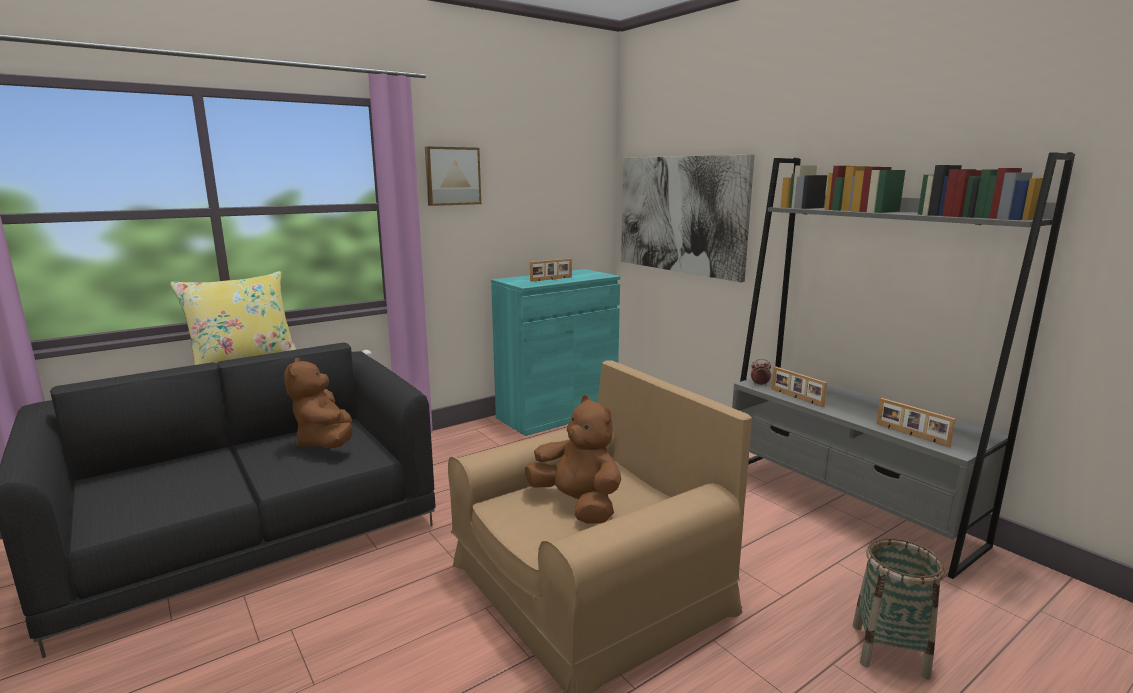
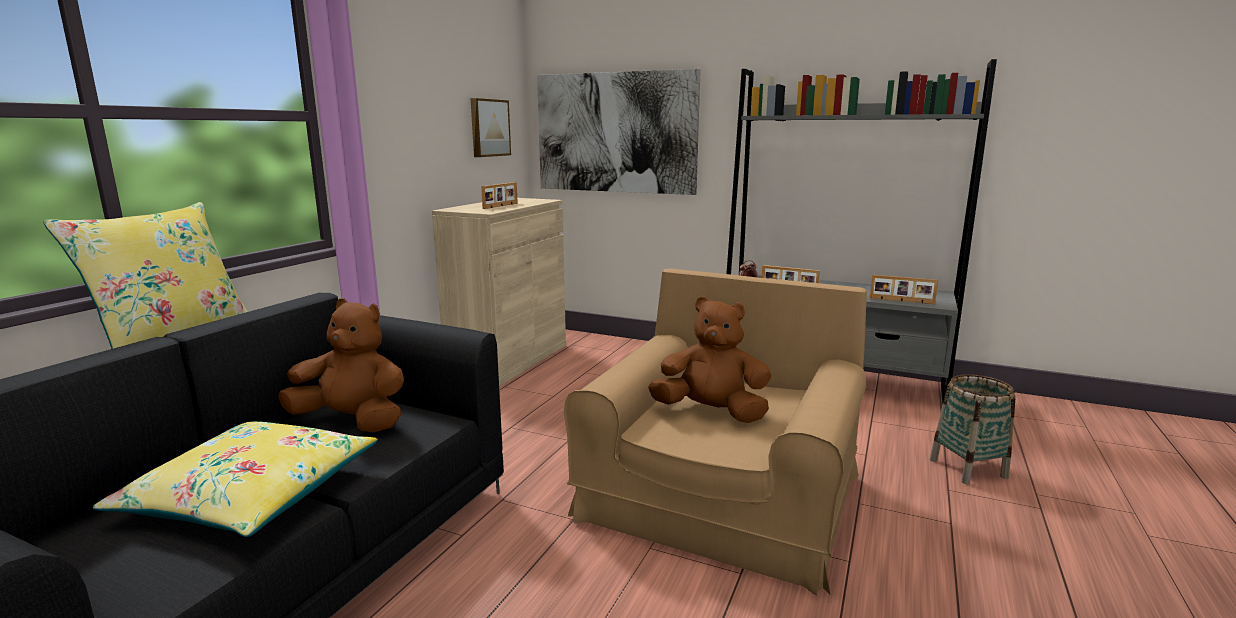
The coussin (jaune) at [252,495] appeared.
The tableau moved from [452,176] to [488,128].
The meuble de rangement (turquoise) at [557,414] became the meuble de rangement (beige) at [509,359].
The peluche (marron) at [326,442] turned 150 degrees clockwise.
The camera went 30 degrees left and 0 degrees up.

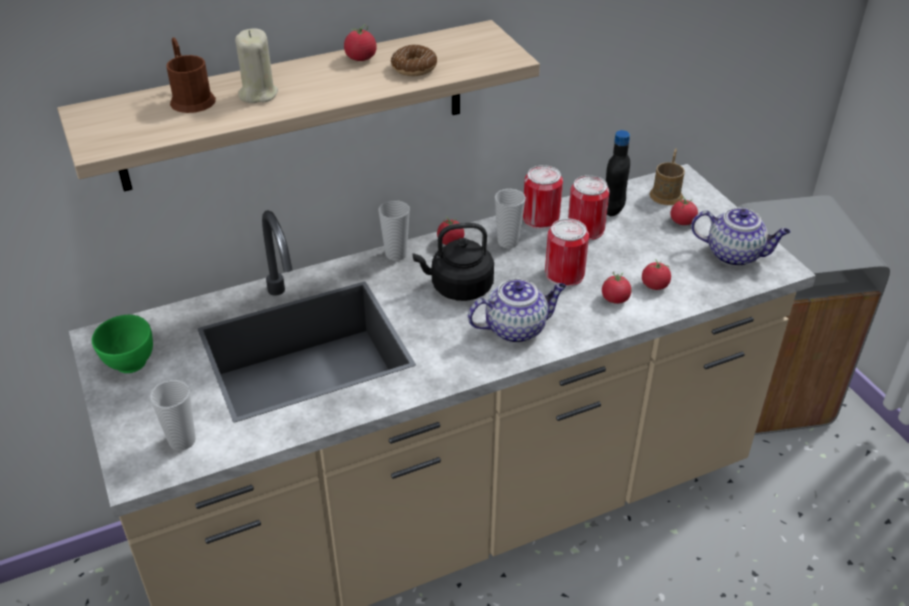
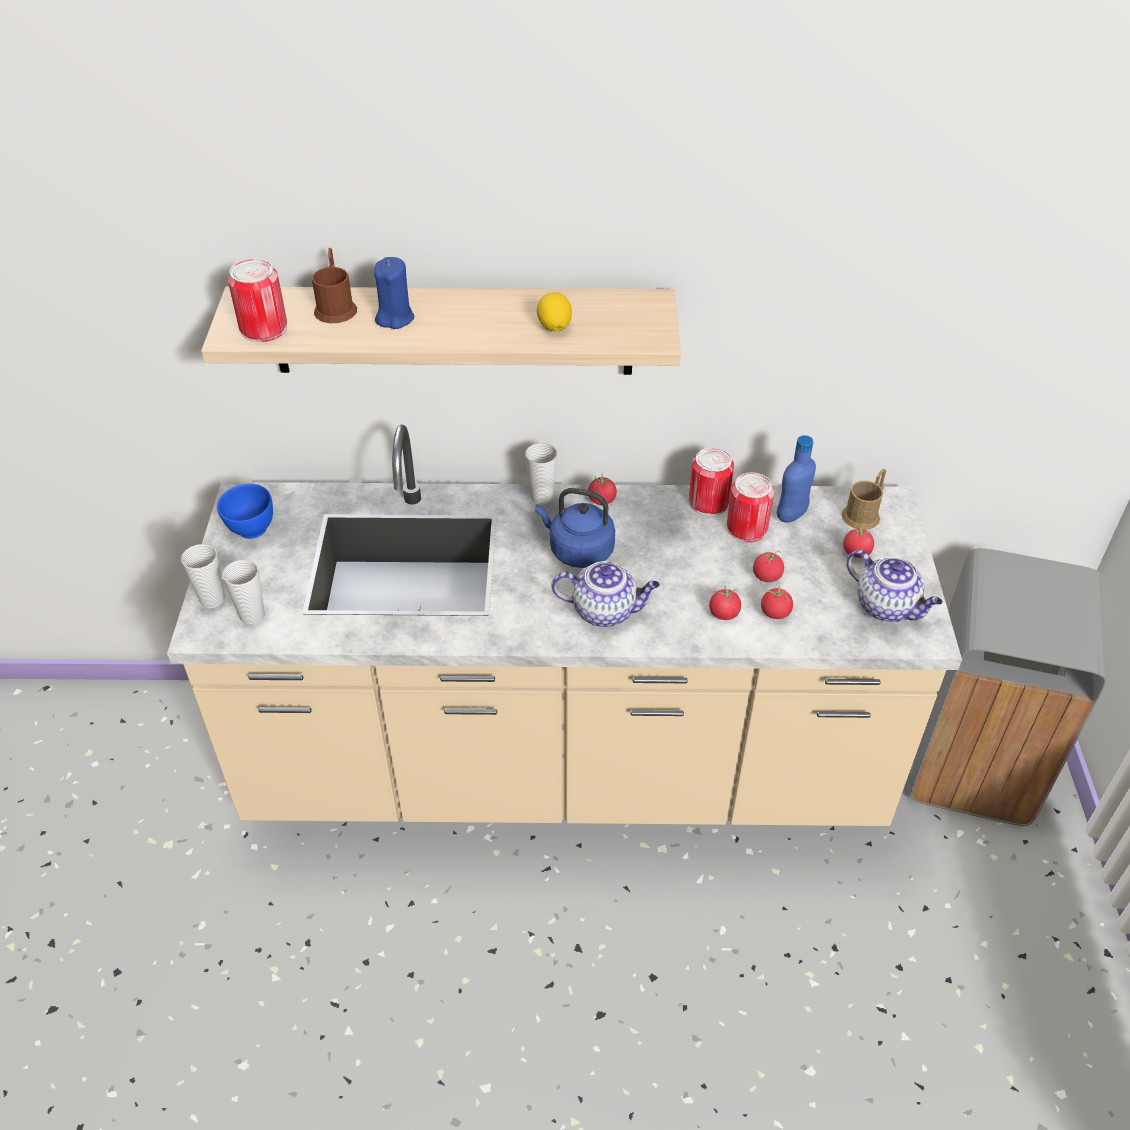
The tomate moved from [361,58] to [767,576].
The tasse moved from [508,242] to [212,600].
The boîte métallique moved from [564,274] to [263,328].
The beignet at [414,68] was replaced by the citron at [554,327].
The bol (vert) at [130,364] became the bol (bleu) at [251,530].
The bougie (beige) at [258,94] became the bougie (bleu) at [395,318].
The bouilloire (noir) at [458,288] became the bouilloire (bleu) at [578,550].
The bouteille (noir) at [613,209] became the bouteille (bleu) at [791,515].
The camera went 25 degrees right and 5 degrees up.

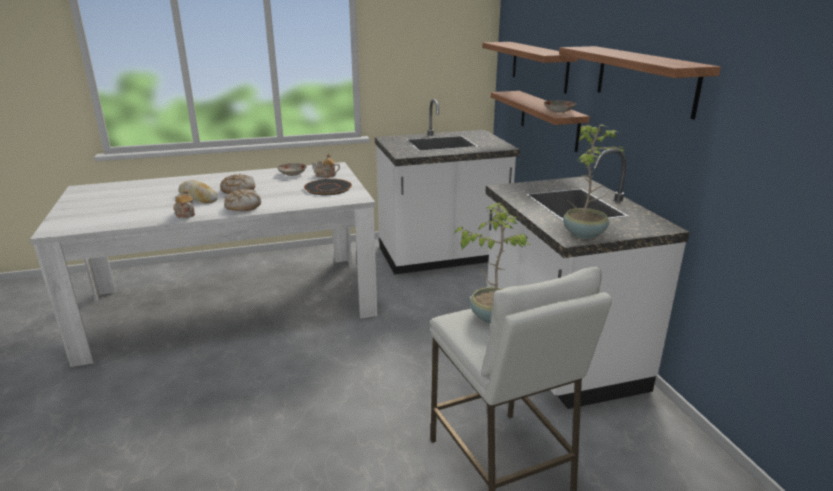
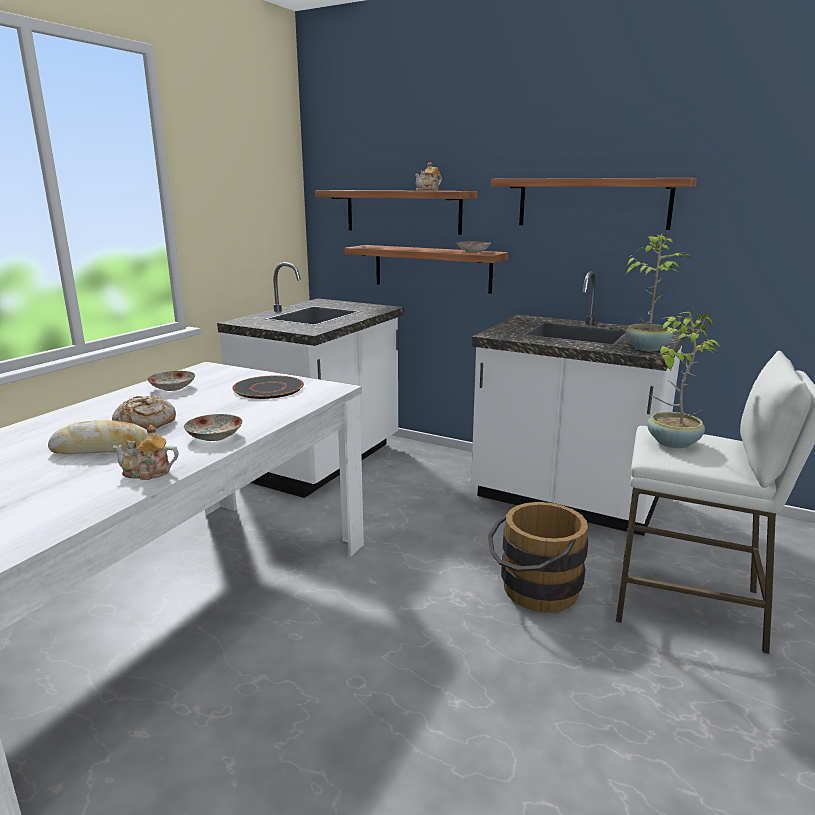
The seau (marron) at [533,590] appeared.
The théière moved from [326,175] to [428,190].
The pain at [243,206] was replaced by the assiette at [213,437].
The camera went 45 degrees left and 5 degrees down.

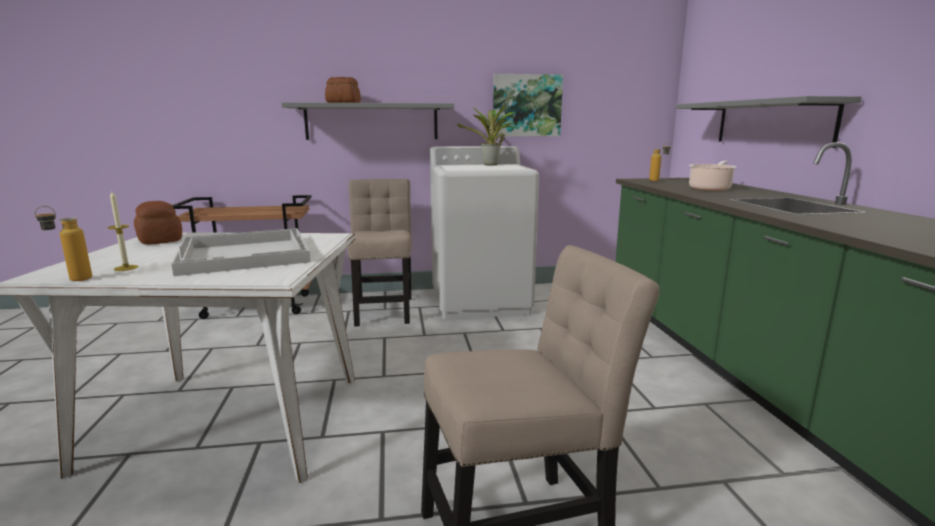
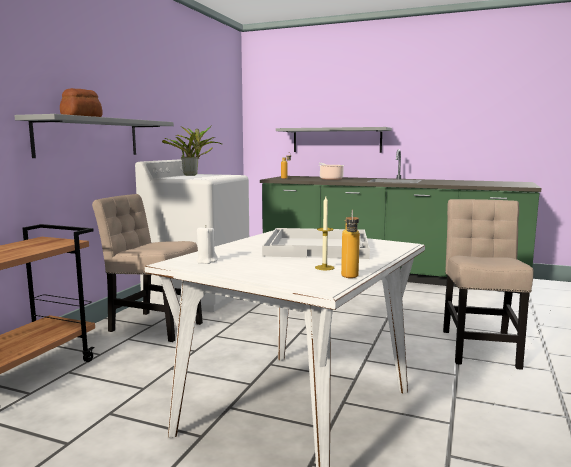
The tableau at [526,105] disappeared.
The pain at [161,239] was replaced by the bougie (blanc) at [206,261].
The camera went 60 degrees left and 5 degrees down.

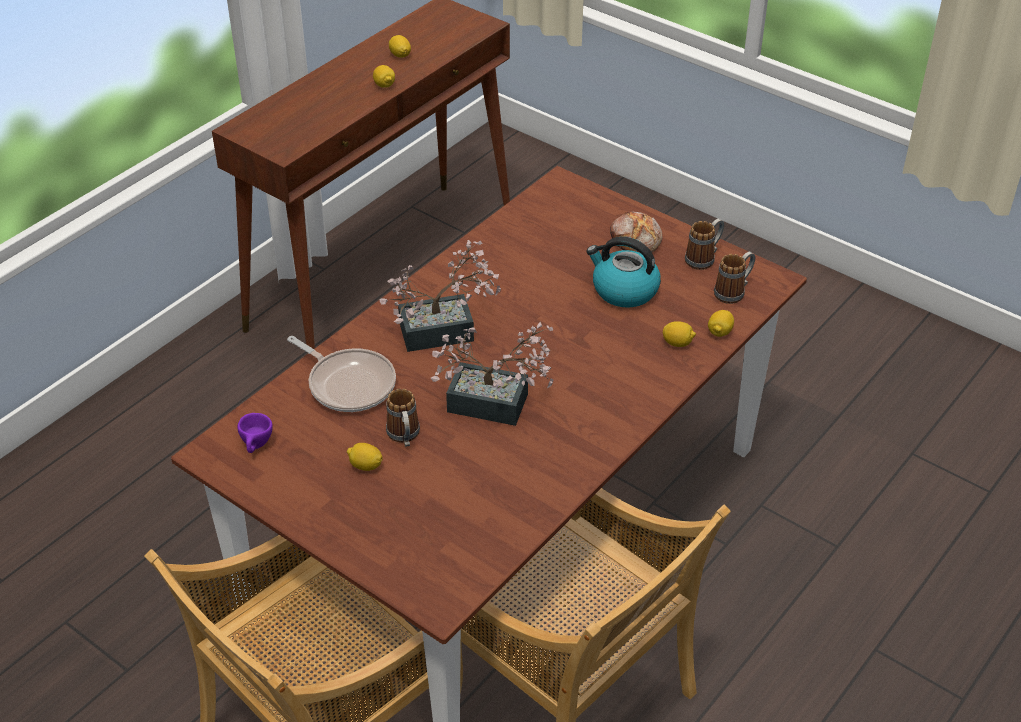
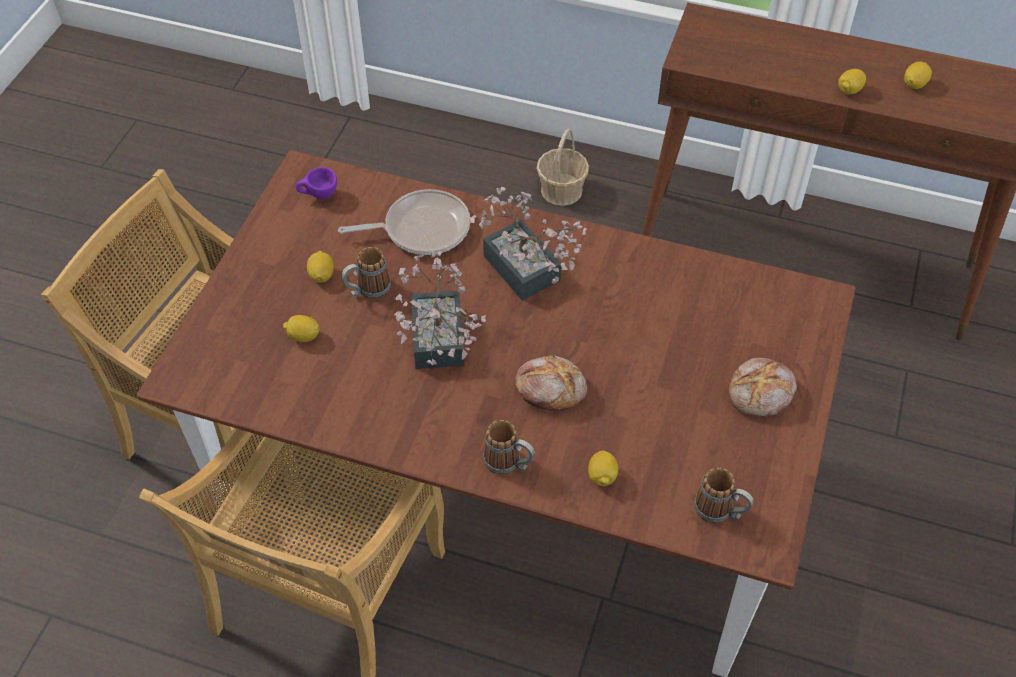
The bouilloire at [624,290] disappeared.
The pain at [550,388] appeared.
The panier at [562,190] appeared.
The mug moved from [704,258] to [509,463].
The citron moved from [719,332] to [303,336].
The poêle at [348,383] turned 120 degrees counterclockwise.
The camera went 70 degrees right and 10 degrees up.

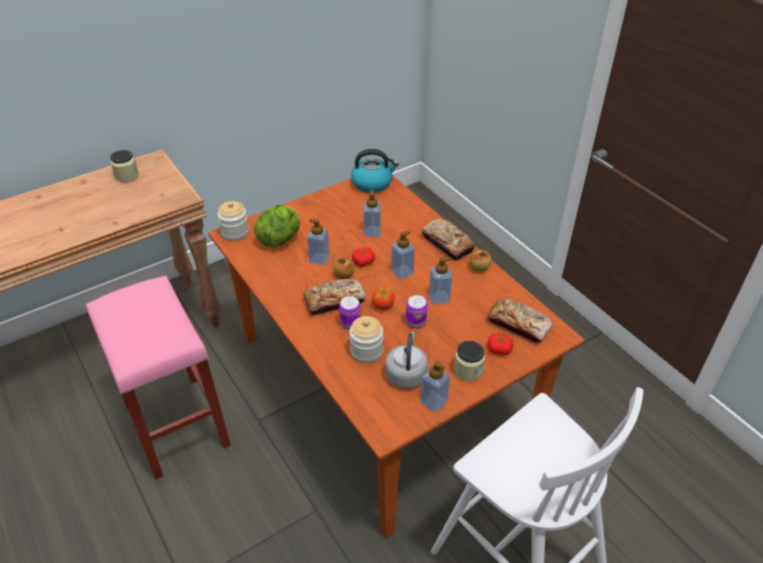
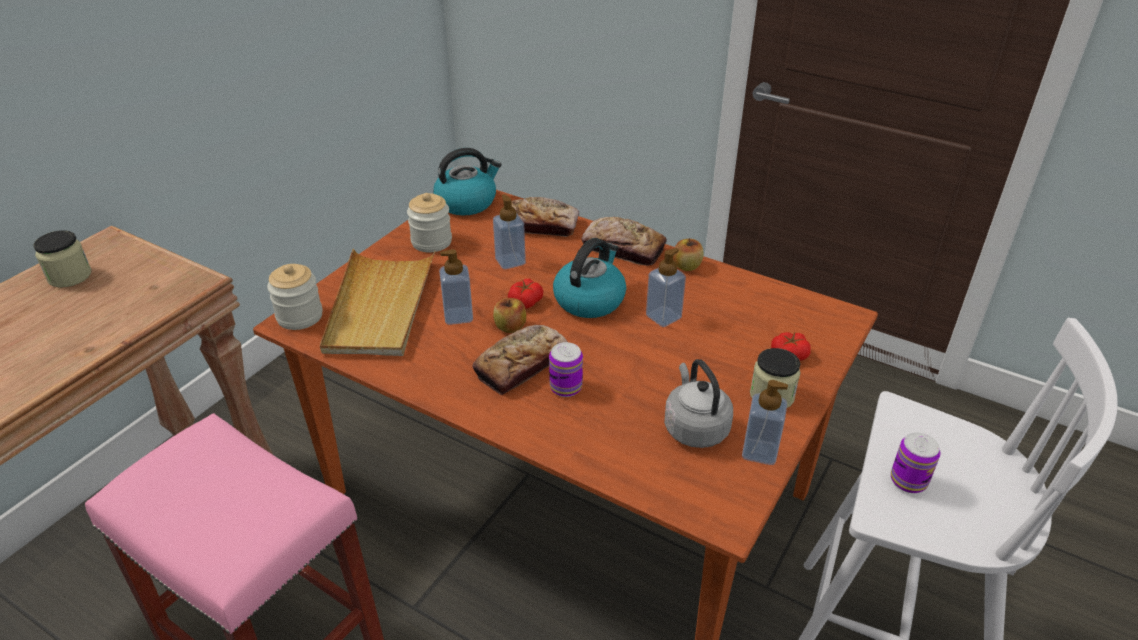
The tomate at [383,305] disappeared.
The bocal moved from [366,351] to [431,242].
The boîte métallique moved from [416,322] to [908,481].
The pain moved from [519,325] to [539,225].
The laitue at [280,239] was replaced by the plateau (beige) at [380,306].
The distributeur de savon at [402,272] was replaced by the bouilloire at [589,299].
The camera went 25 degrees left and 5 degrees down.

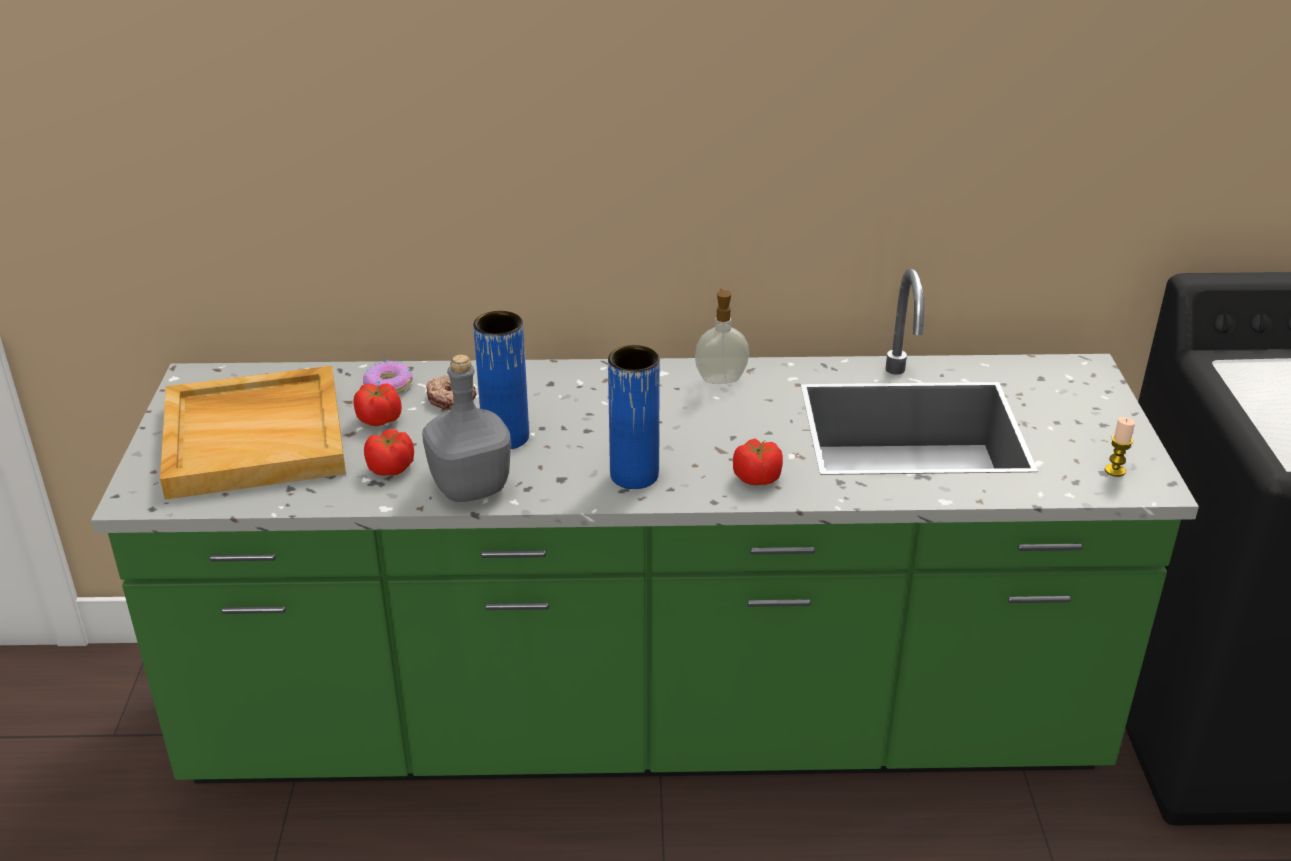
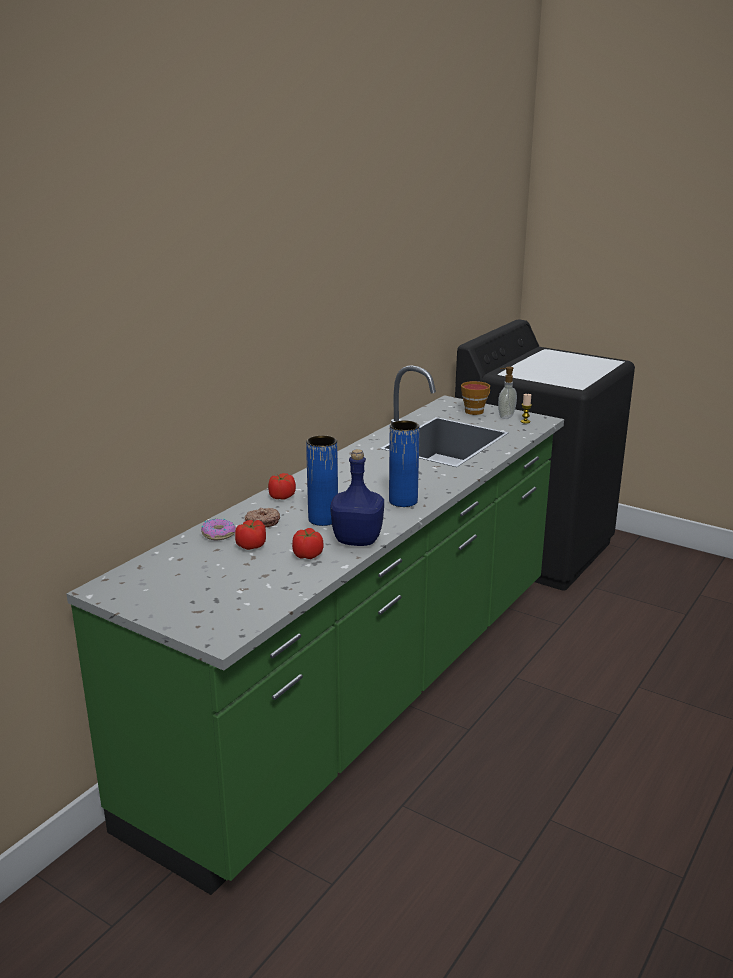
The plateau (beige) at [256,437] disappeared.
The tasse at [475,411] appeared.
The distributeur de savon moved from [720,379] to [505,416].
The tomate moved from [756,478] to [281,496].
The bouteille (gris) at [471,488] became the bouteille (bleu) at [358,540].
The camera went 55 degrees left and 10 degrees down.

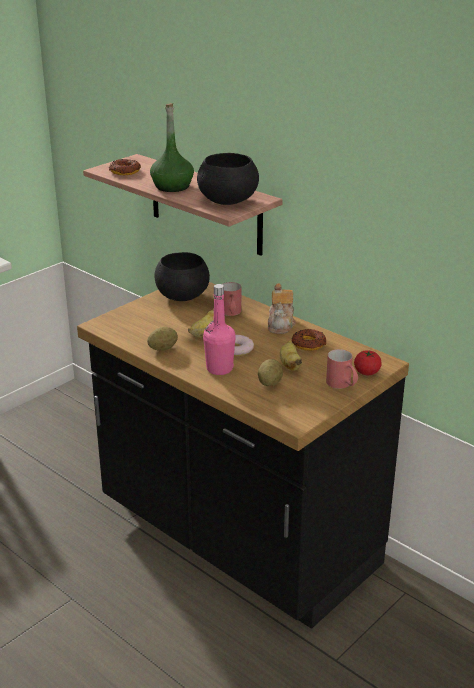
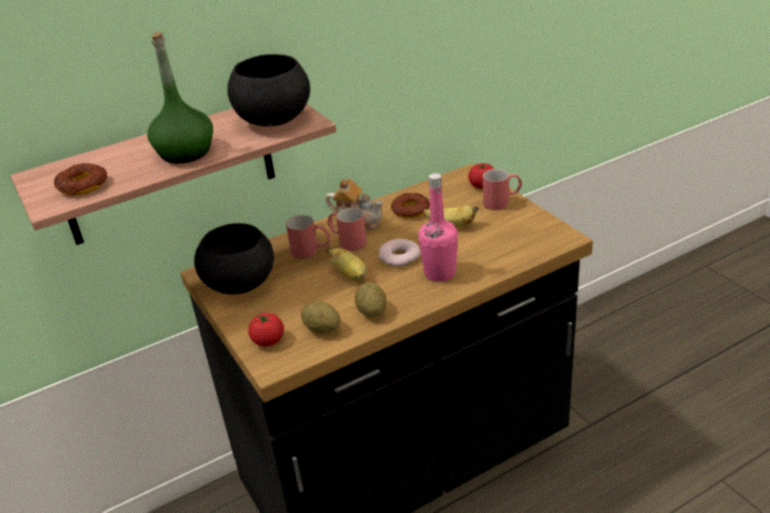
The tomate at [268,340] appeared.
The mug (rouge) at [347,242] appeared.
The pomme de terre moved from [270,383] to [322,329].
The camera went 70 degrees left and 5 degrees up.

